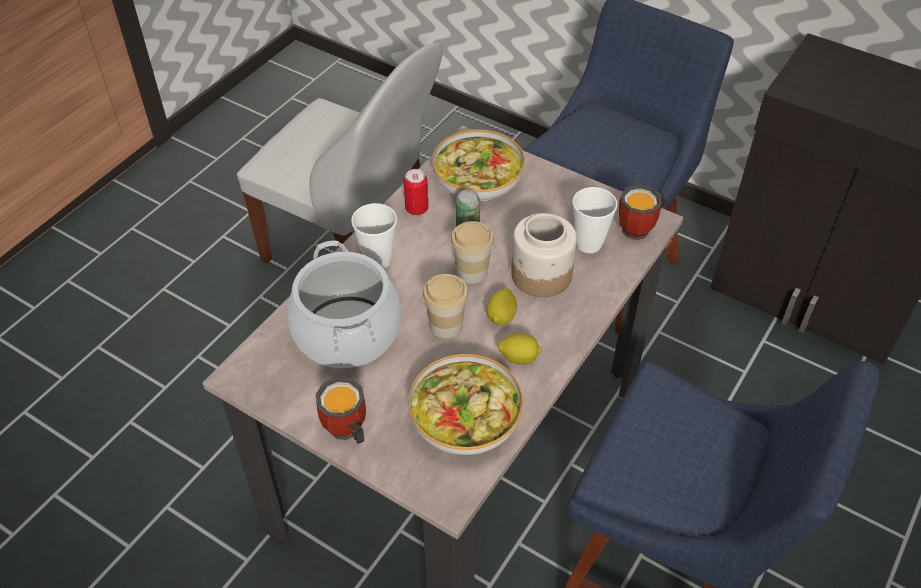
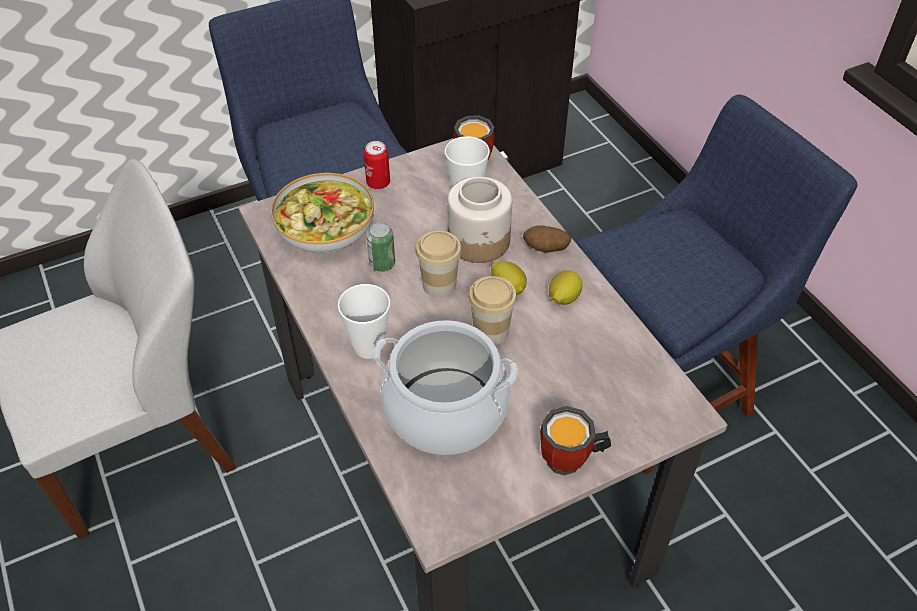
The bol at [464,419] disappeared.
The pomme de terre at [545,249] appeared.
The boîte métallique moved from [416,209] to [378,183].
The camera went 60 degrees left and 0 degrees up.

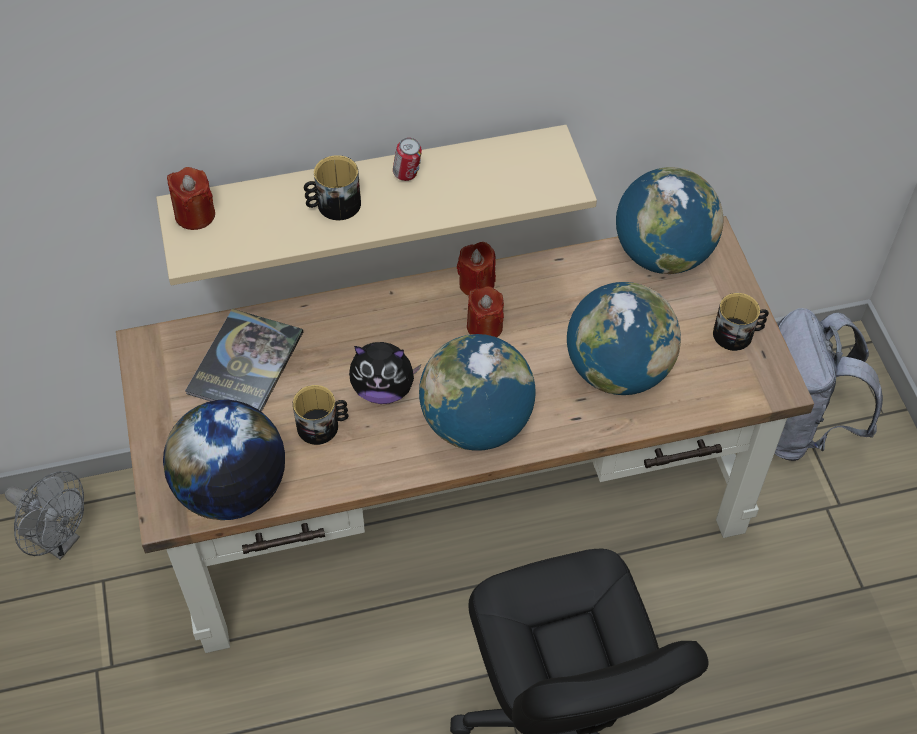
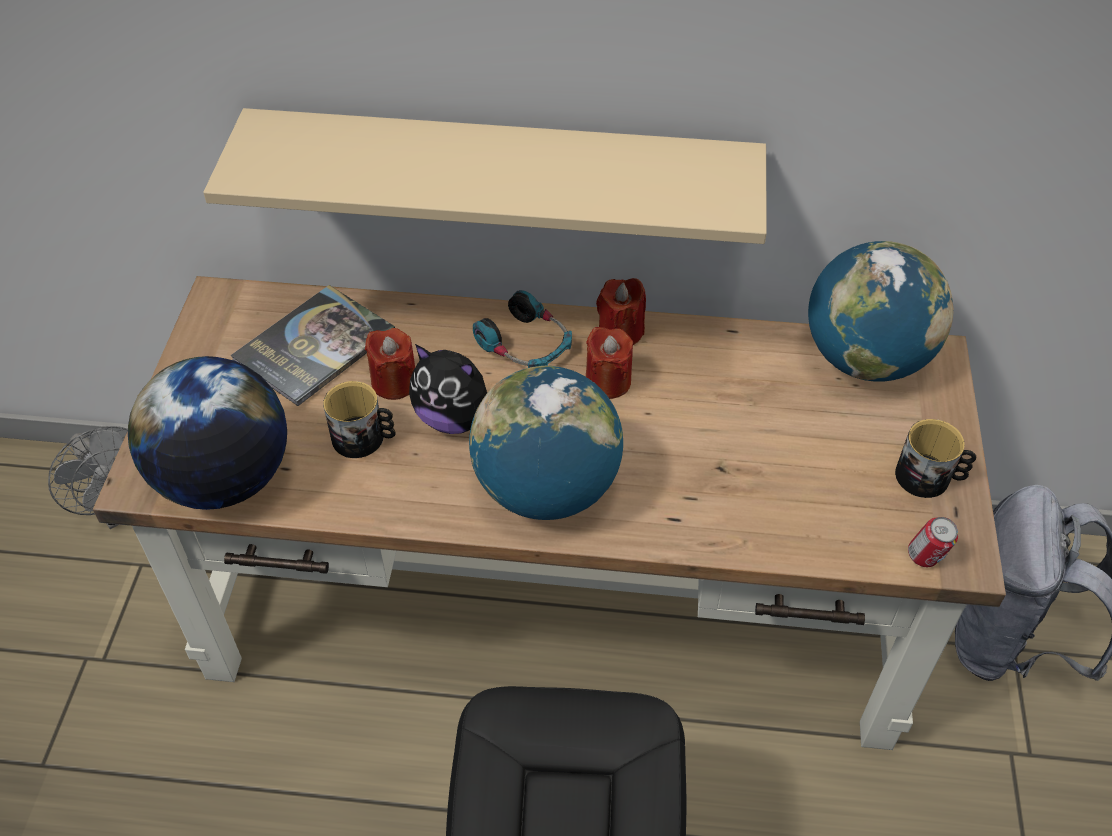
The mug at [333,205] disappeared.
The globe at [617,370] disappeared.
The casque audio at [525,345] appeared.
The bougie (rouge) moved from [195,215] to [394,382].
The boîte métallique moved from [407,175] to [925,559].
The camera went 20 degrees right and 5 degrees down.

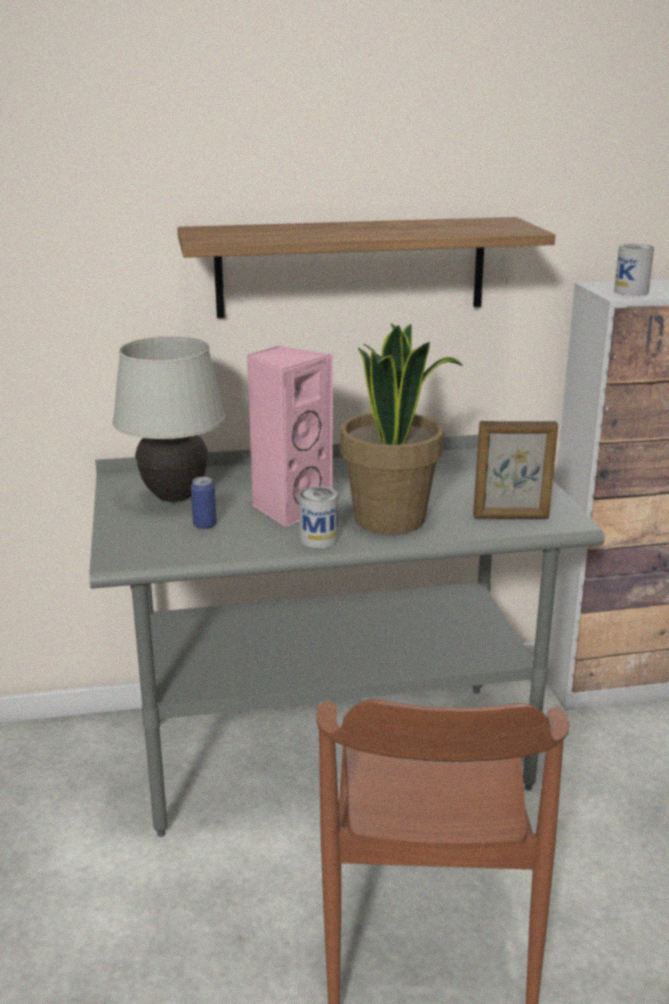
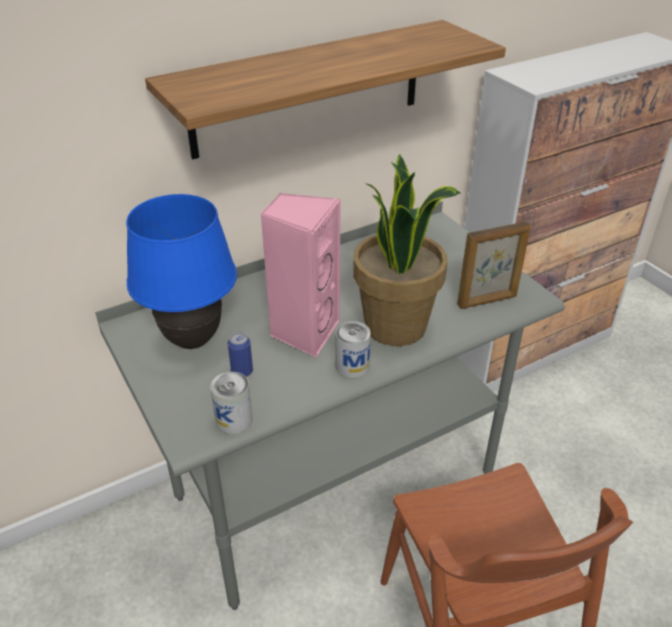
The boîte métallique moved from [631,292] to [234,419].
The lampe de table (blanc) at [174,497] became the lampe de table (bleu) at [192,341].
The camera went 20 degrees left and 15 degrees up.

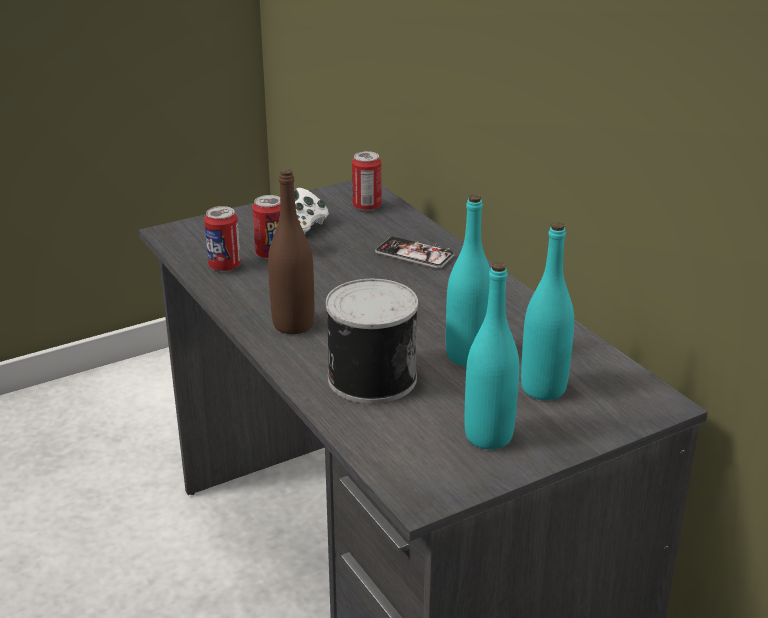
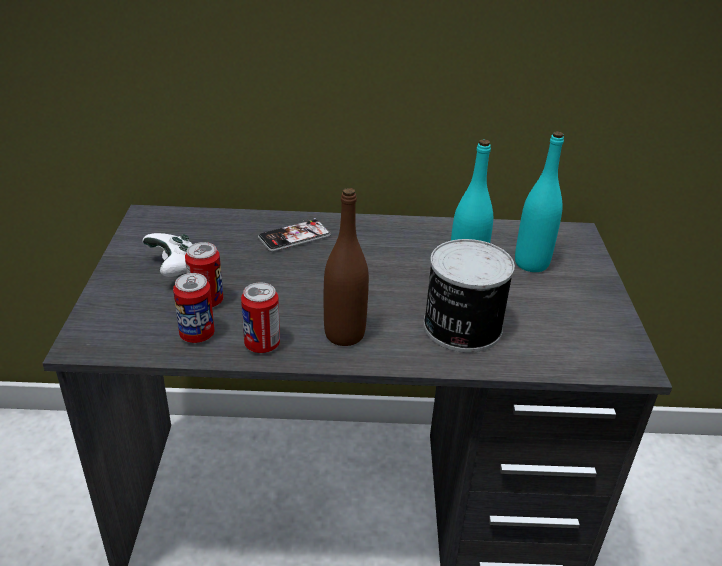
The bouteille (turquoise) at [488,436] disappeared.
The boîte métallique moved from [367,206] to [262,345].
The camera went 60 degrees left and 5 degrees up.

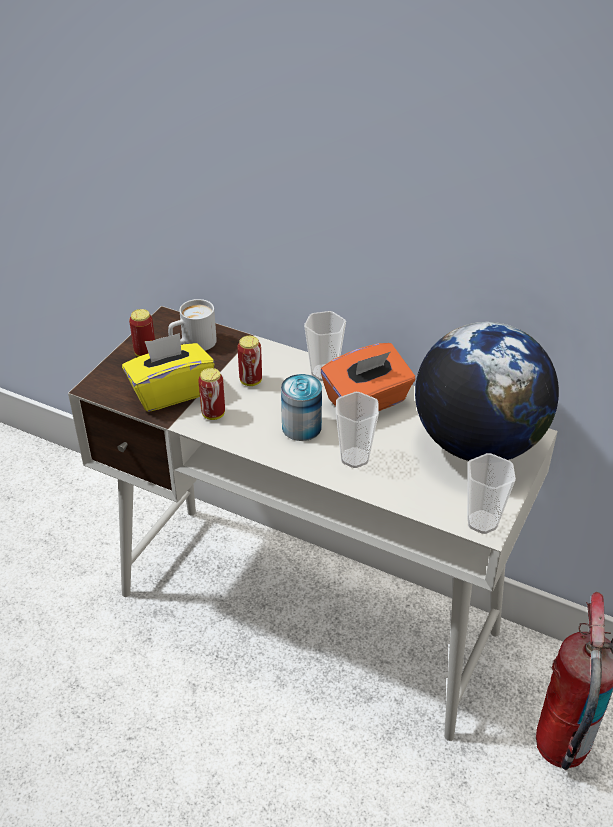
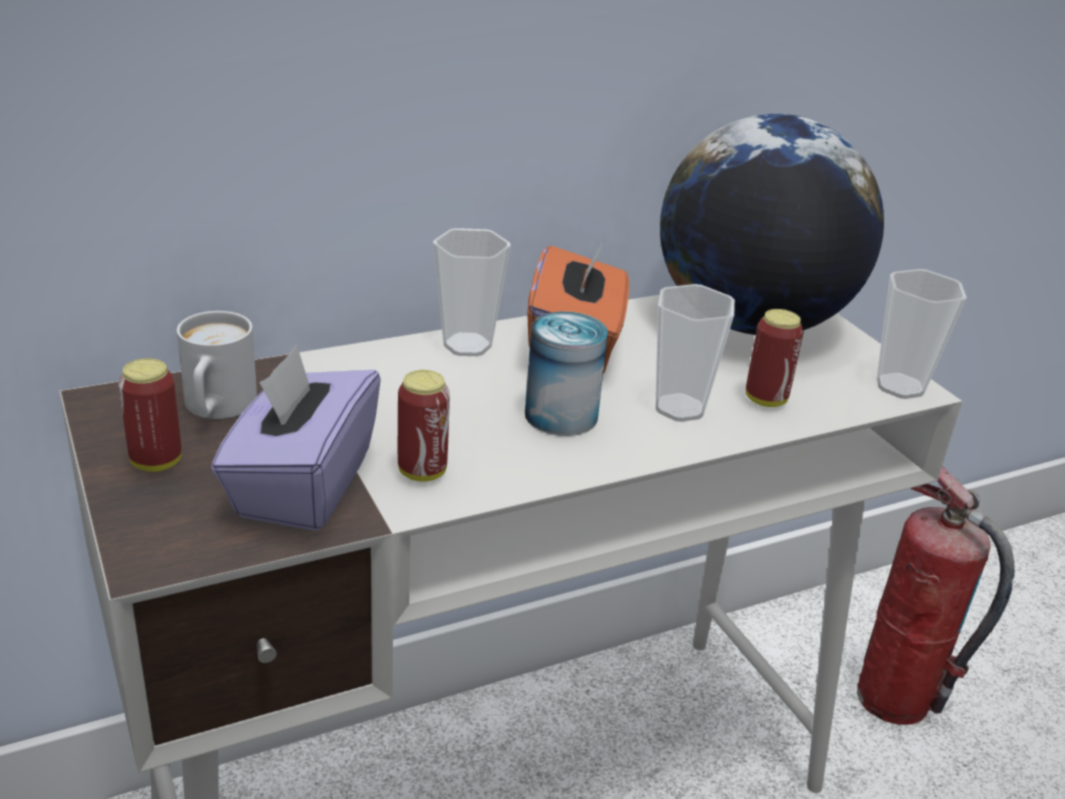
The boîte métallique moved from [250,381] to [765,399].
The boîte à mouchoirs (jaune) at [170,392] became the boîte à mouchoirs (violet) at [302,485].
The camera went 55 degrees left and 10 degrees down.

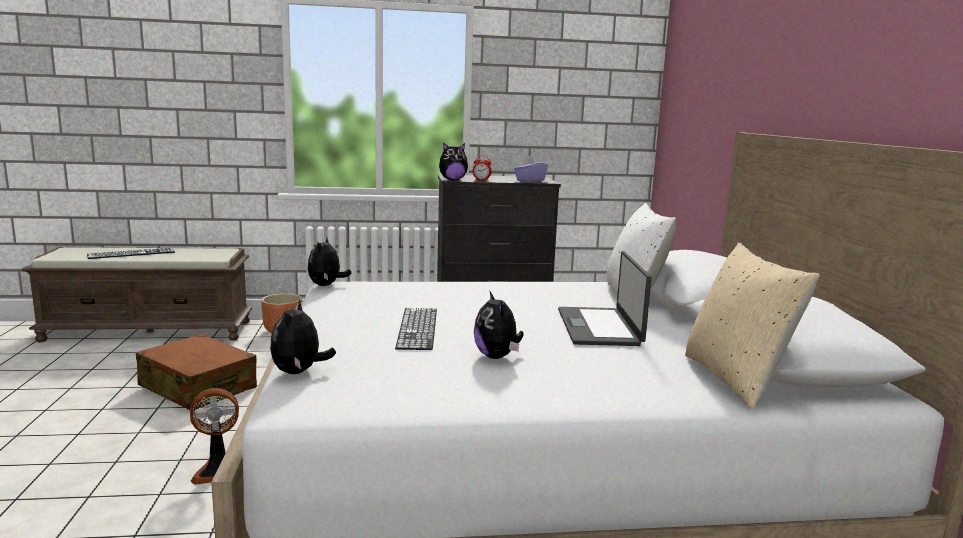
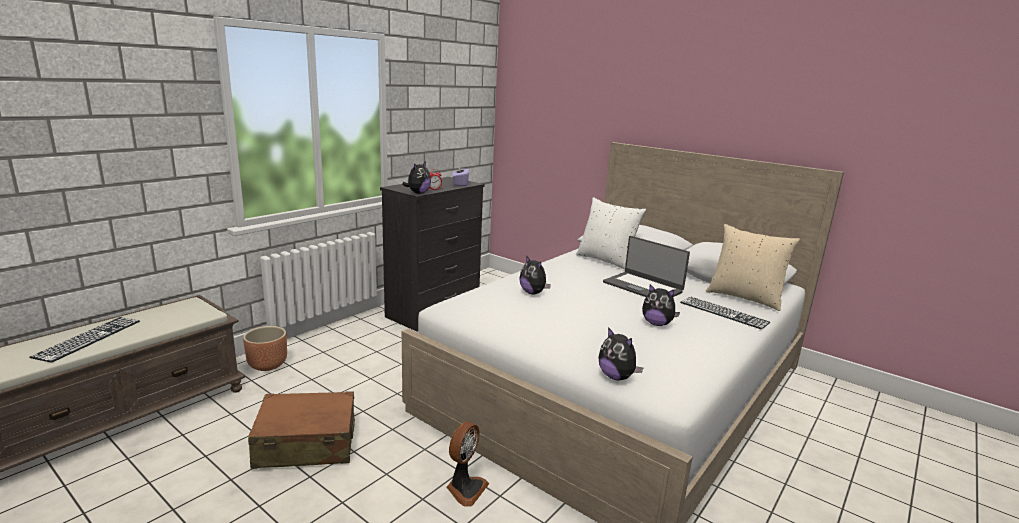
The peluche moved from [326,285] to [533,293].
The clavier moved from [417,328] to [723,312].
The camera went 45 degrees left and 5 degrees up.

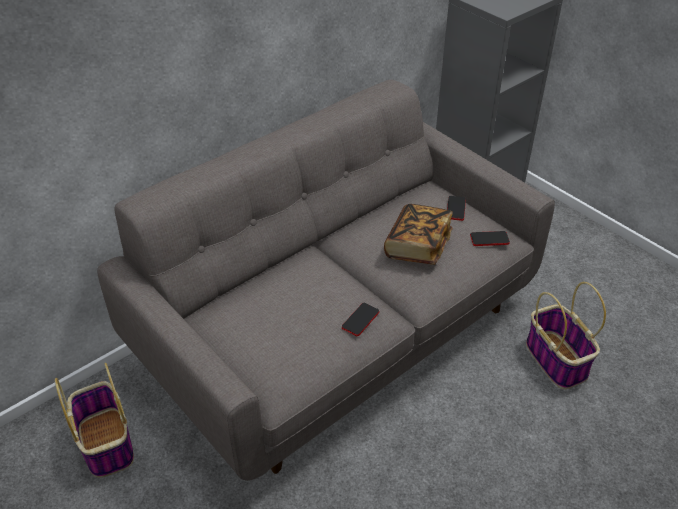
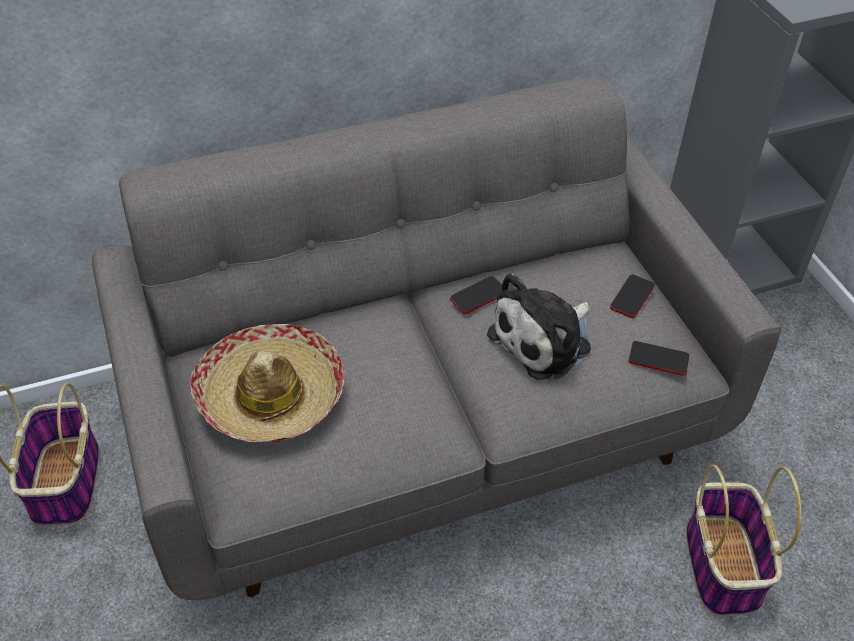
The chapeau at [271,395] appeared.
The téléphone moved from [360,320] to [478,296].
The livre at [417,246] was replaced by the peluche at [545,340].
The camera went 20 degrees right and 5 degrees up.

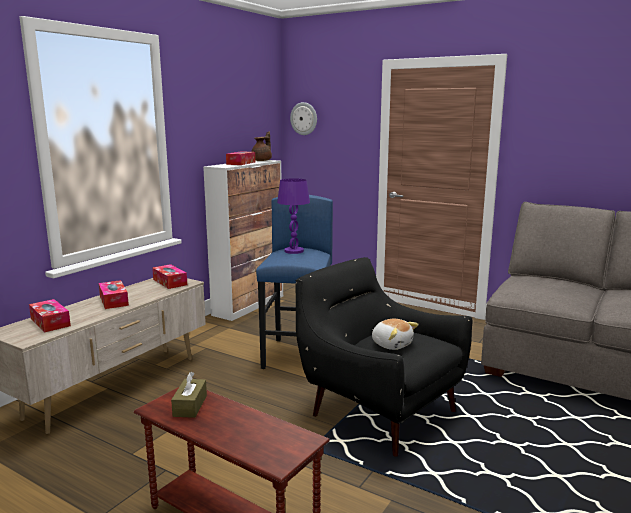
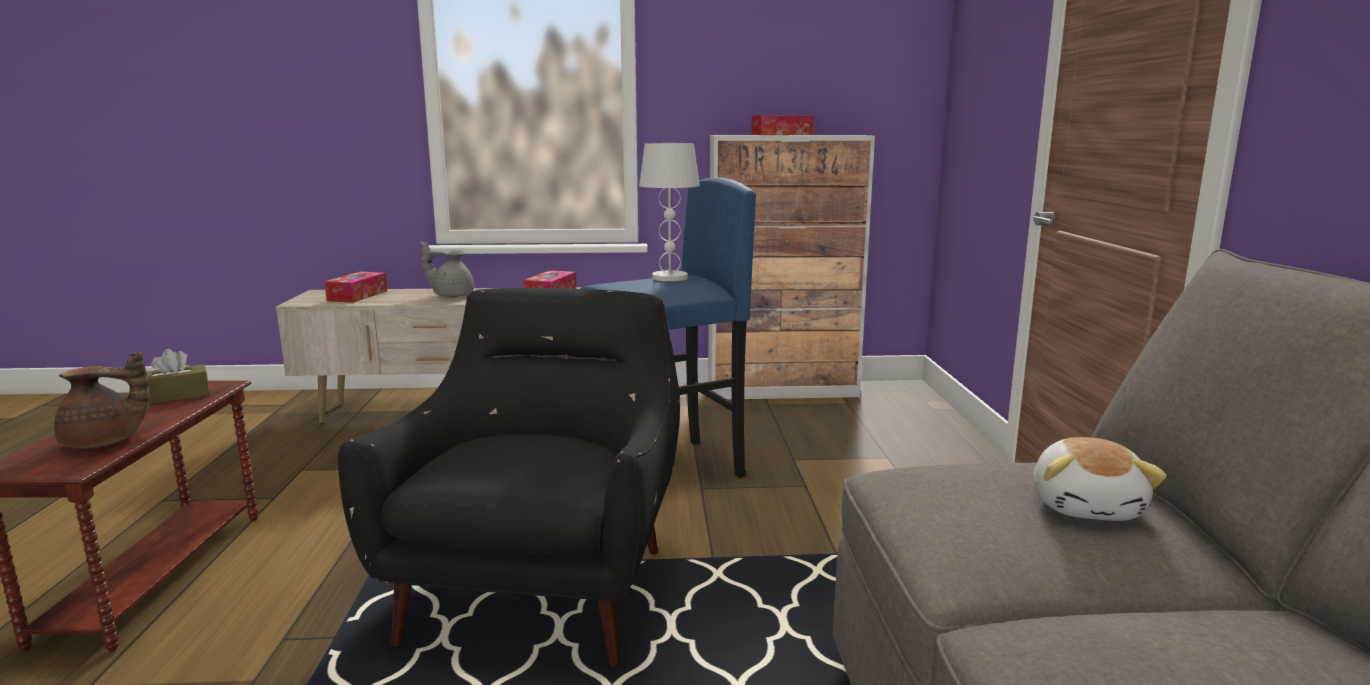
The horloge murale at [304,118] disappeared.
The théière (marron) moved from [262,160] to [105,443].
The peluche moved from [392,344] to [1087,506].
The boîte à mouchoirs at [113,300] was replaced by the théière (gris) at [451,295].
The lampe de table (violet) at [294,251] became the lampe de table (blanc) at [670,277].
The camera went 55 degrees right and 0 degrees up.

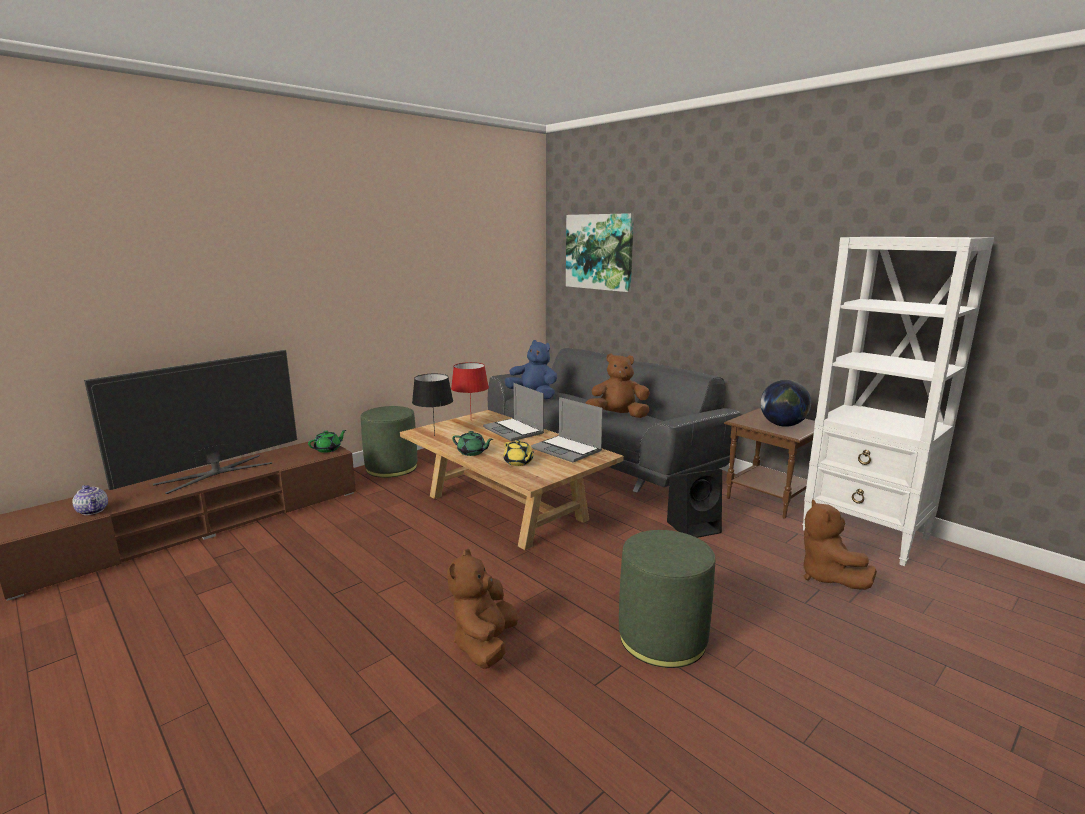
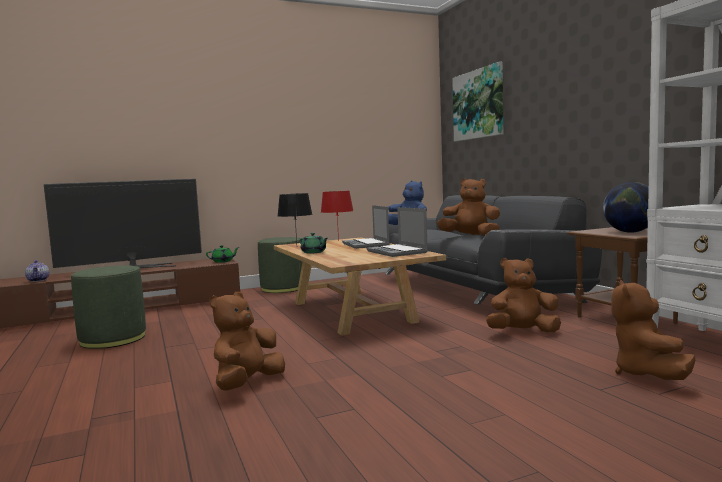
The théière (jaune) at [518,462] disappeared.
The pouf (vert) moved from [662,638] to [113,339].
The enceinte (noir) at [694,527] was replaced by the peluche (marron) at [522,332].
The camera went 20 degrees right and 10 degrees down.

